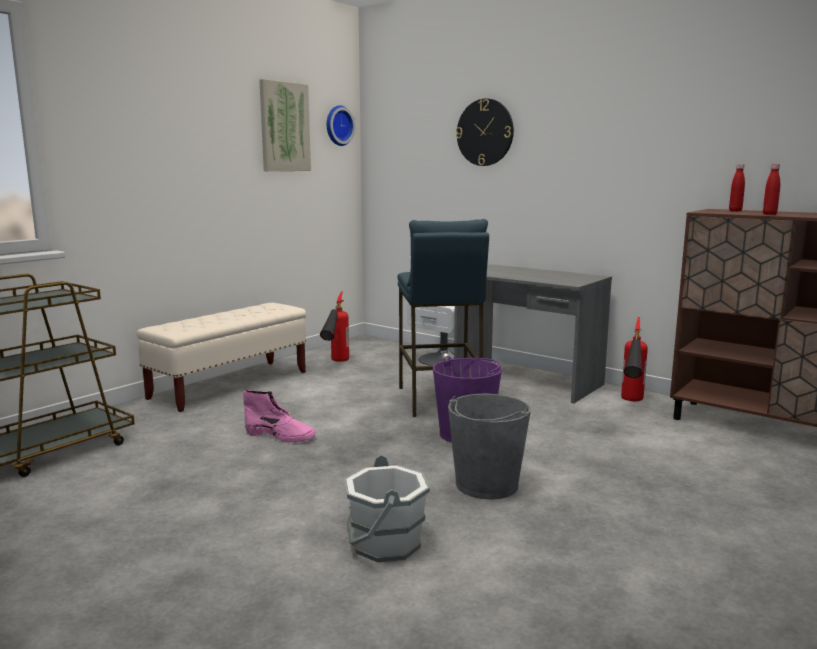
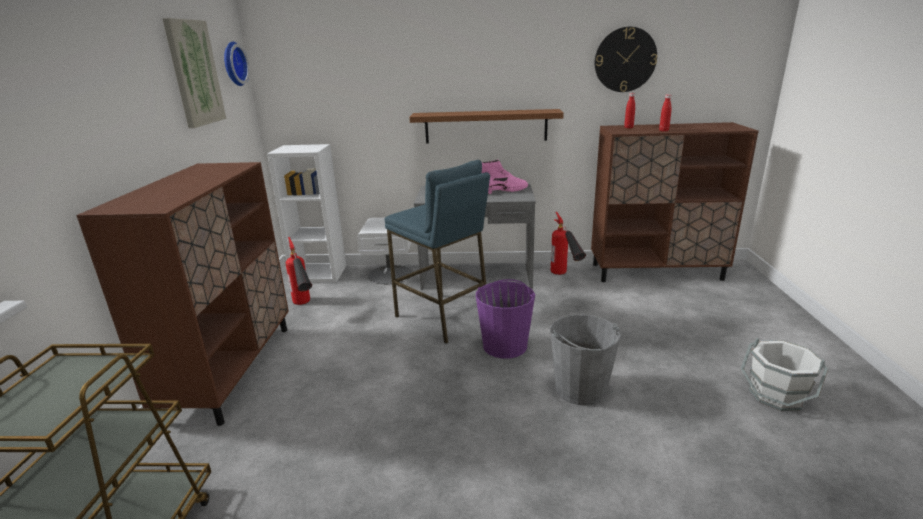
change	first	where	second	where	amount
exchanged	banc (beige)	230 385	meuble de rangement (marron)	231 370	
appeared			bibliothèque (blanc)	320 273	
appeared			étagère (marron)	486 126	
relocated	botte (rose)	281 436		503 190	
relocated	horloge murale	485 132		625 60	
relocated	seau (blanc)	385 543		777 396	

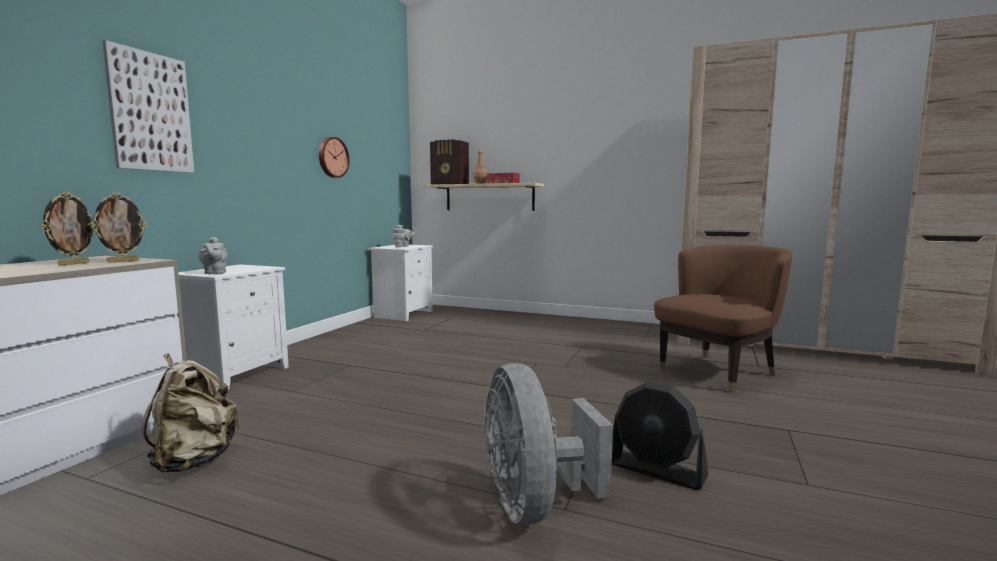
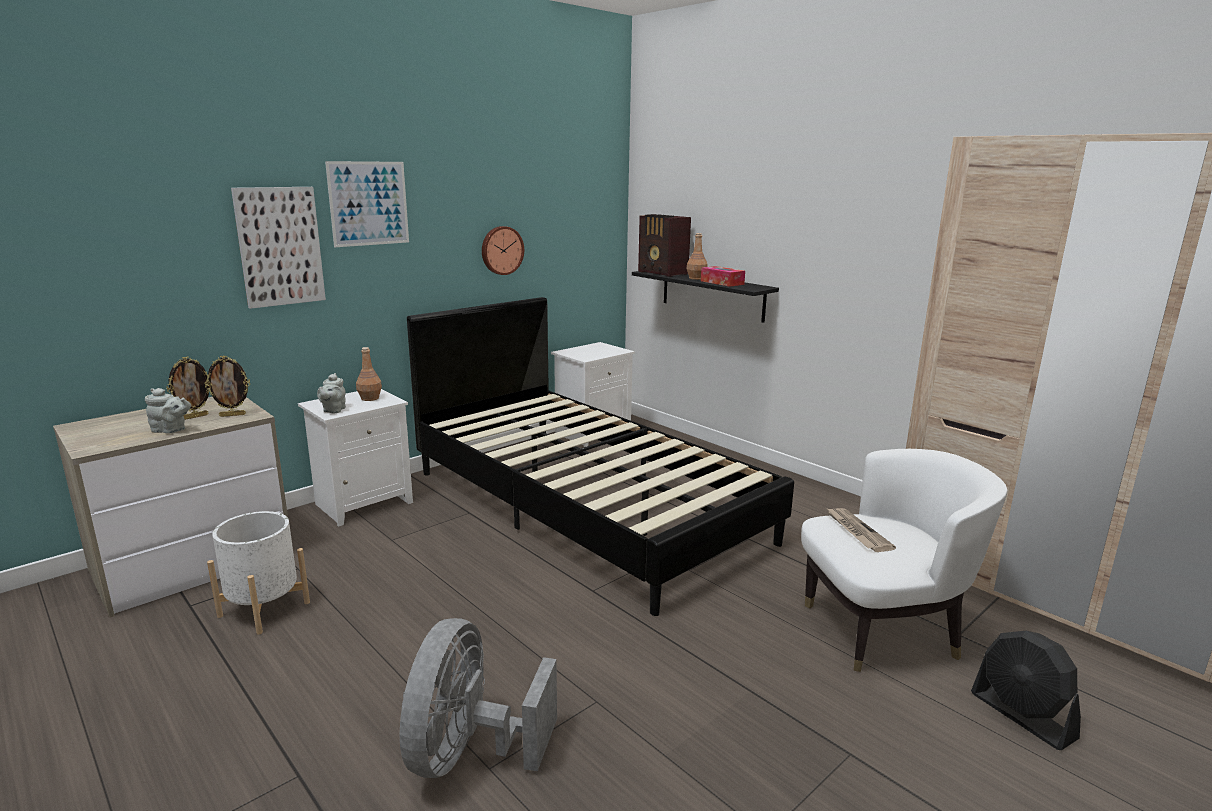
change	first	where	second	where	amount
relocated	théière (gris)	403 246		171 430	
exchanged	sac à dos (beige)	195 460	cache-pot (blanc)	264 609	
appeared			tableau	369 203	
appeared			bouteille (marron)	370 398	
appeared			lit (noir)	585 505	
colour	étagère (beige)	489 197	étagère (noir)	712 294	
colour	fauteuil (marron)	718 371	fauteuil (blanc)	883 630	
appeared			journal	856 531	
relocated	ventilateur (noir)	657 470		1022 716	

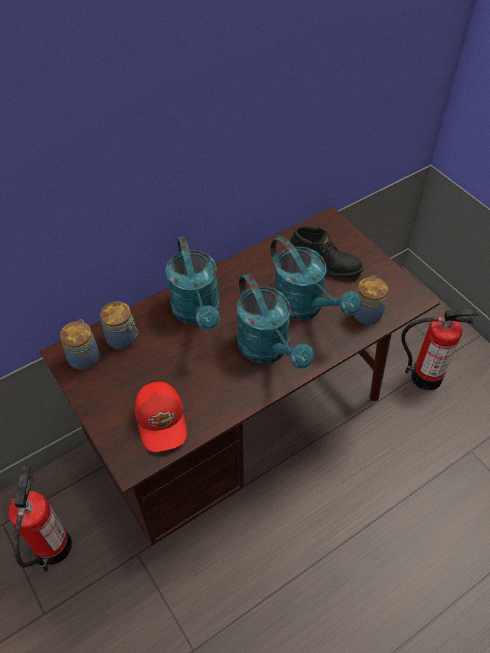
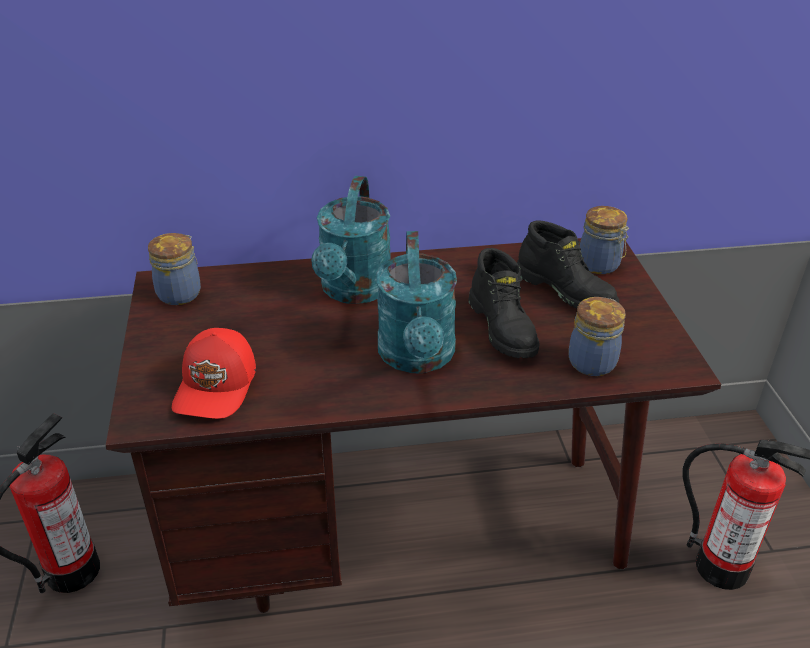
change	first	where	second	where	amount
exchanged	arrosoir (turquoise)	305 307	botte (noir)	504 328	
relocated	bocal	123 339		600 265	

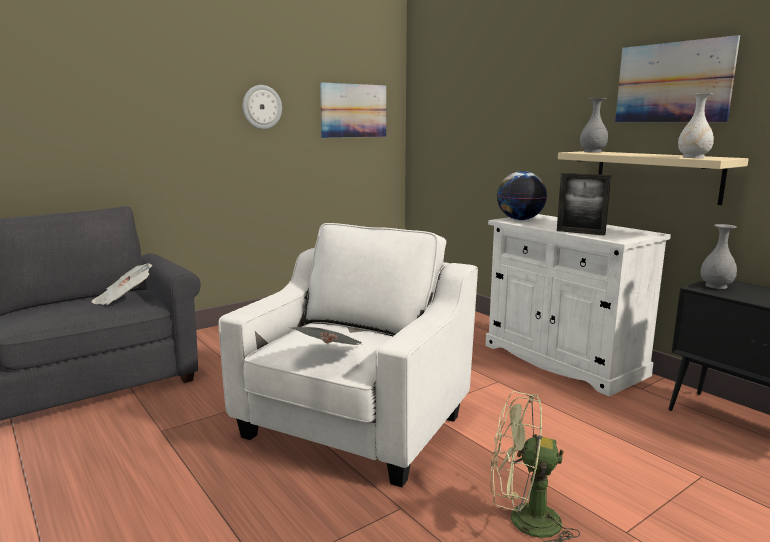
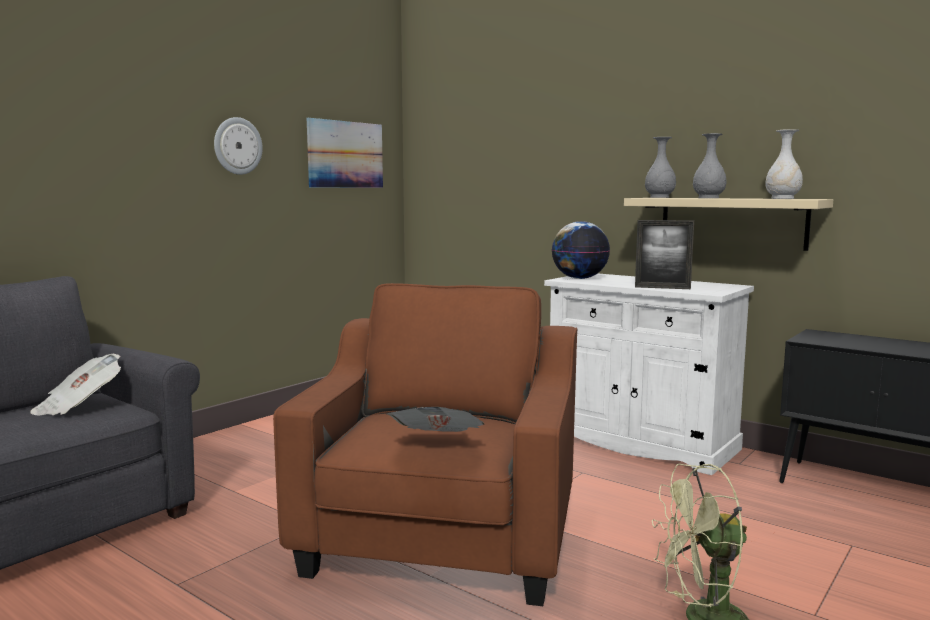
change	first	where	second	where	amount
colour	fauteuil (blanc)	355 426	fauteuil (marron)	442 543	
relocated	vase (gris)	716 286		709 198	
missing	tableau	672 82			

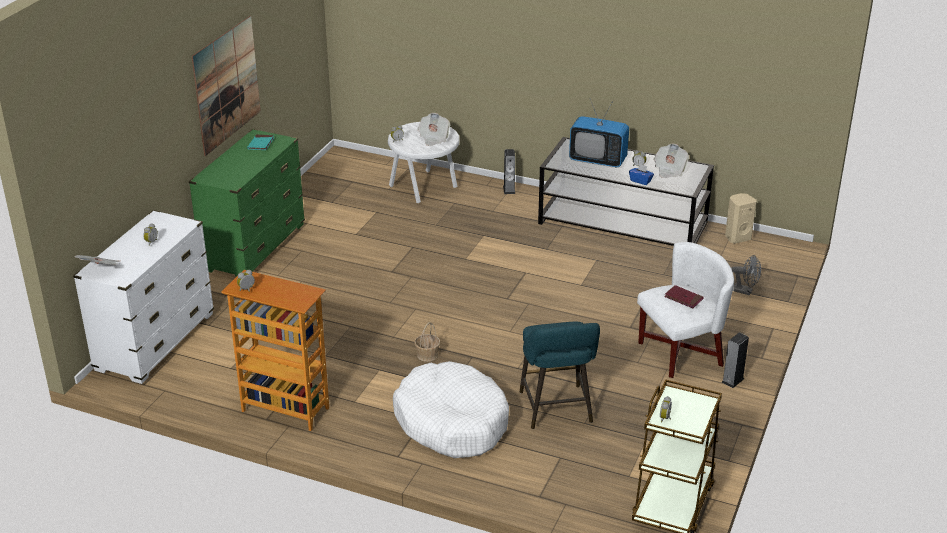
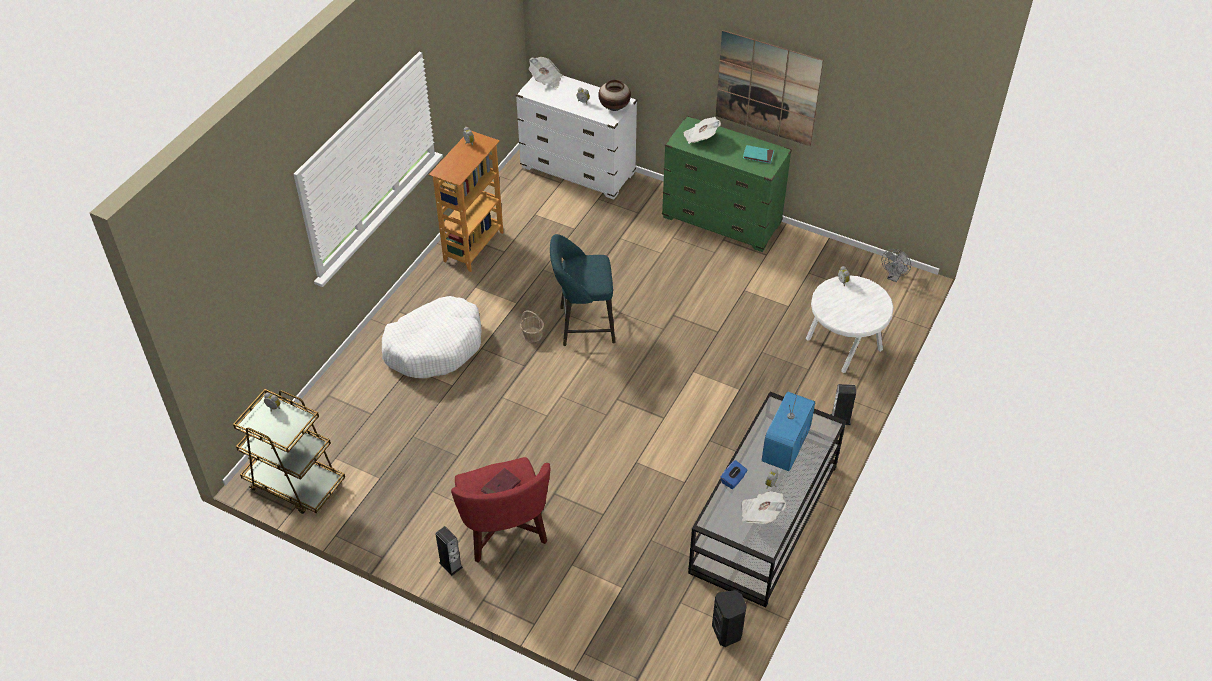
change	first	where	second	where	amount
colour	fauteuil (blanc)	681 353	fauteuil (rouge)	503 529	
relocated	tabouret (turquoise)	556 410		583 325	
appeared			vase	614 107	
relocated	journal	433 138		700 137	
colour	enceinte (beige)	737 237	enceinte (noir)	727 632	
relocated	ventilateur (gris)	745 291		894 277	

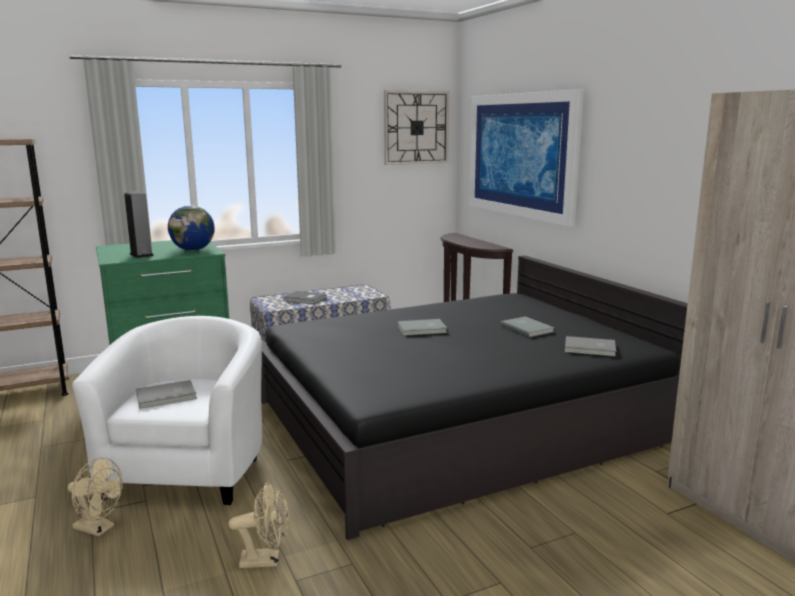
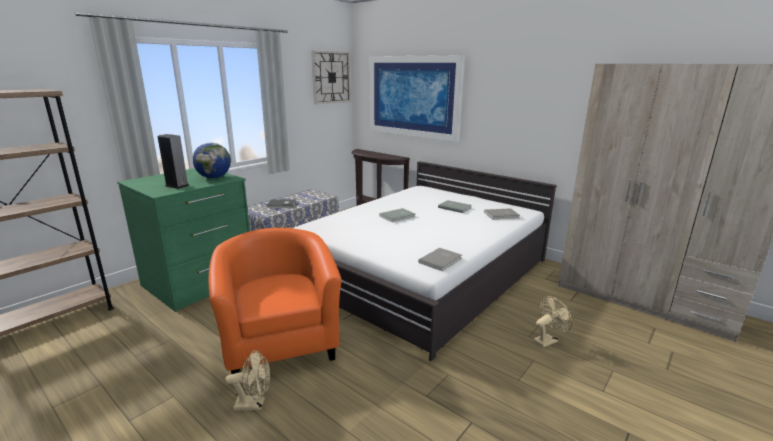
change	first	where	second	where	amount
colour	fauteuil (blanc)	190 469	fauteuil (orange)	280 342	
colour	lit (noir)	459 421	lit (blanc)	423 271	
relocated	livre (gris)	167 396		441 260	
relocated	ventilateur (beige)	266 560		547 340	

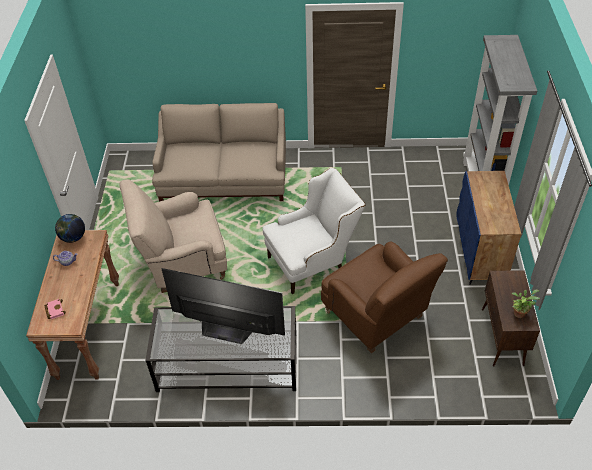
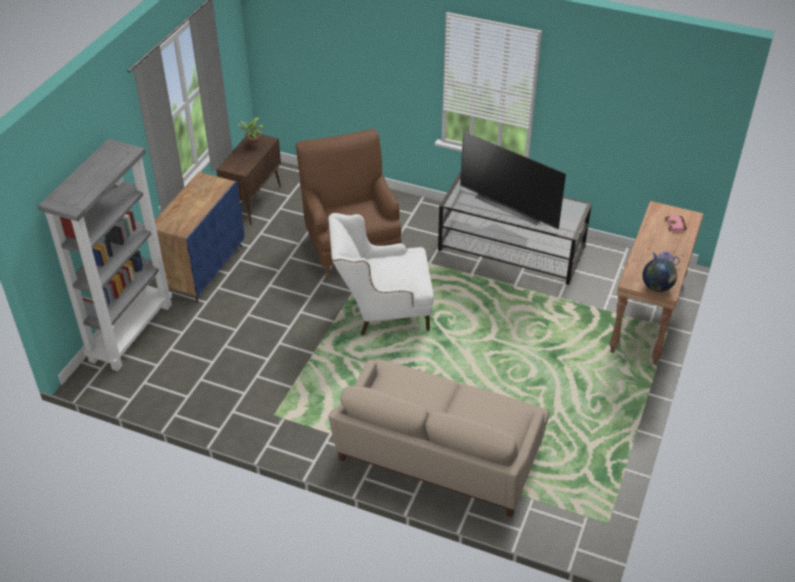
change	first	where	second	where	amount
missing	fauteuil (beige)	183 263			

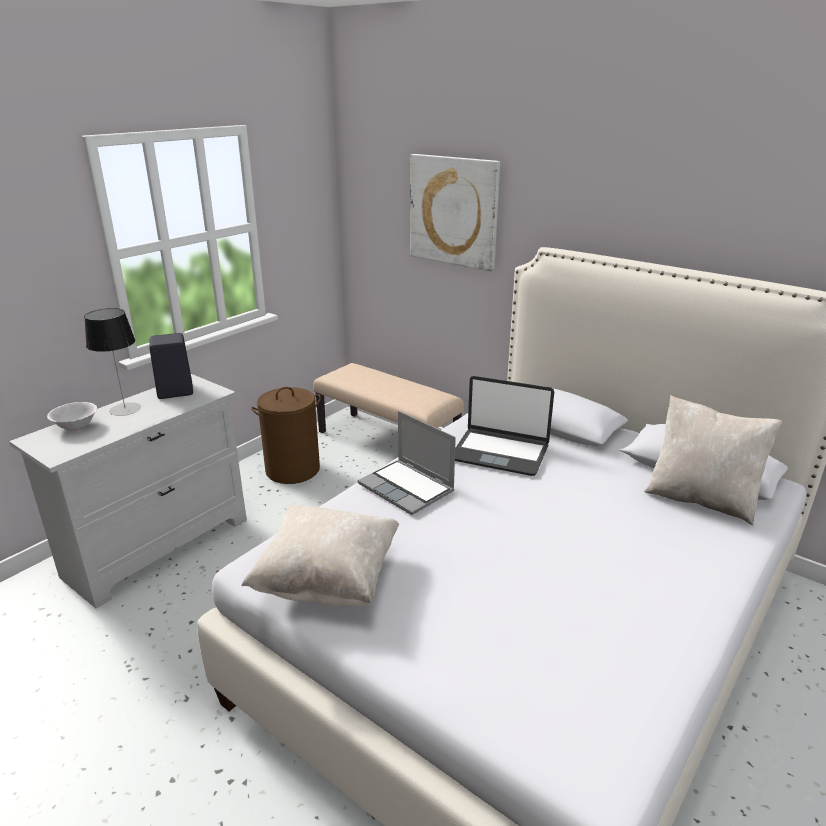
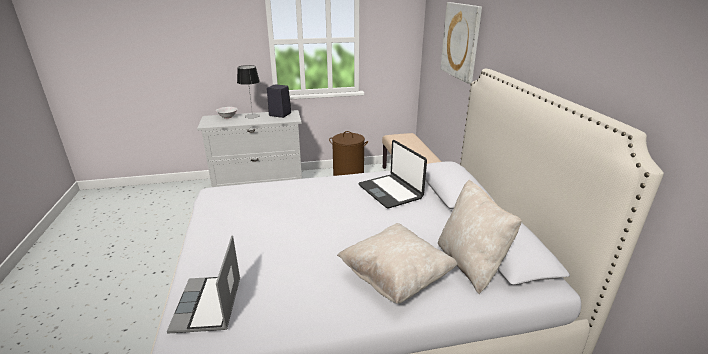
change	first	where	second	where	amount
relocated	ordinateur portable	407 488		208 305	
relocated	coussin (beige)	328 580		396 278	

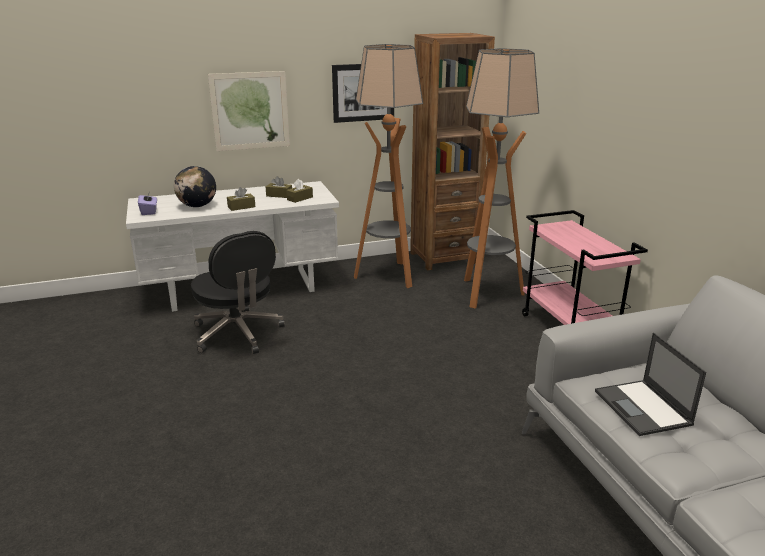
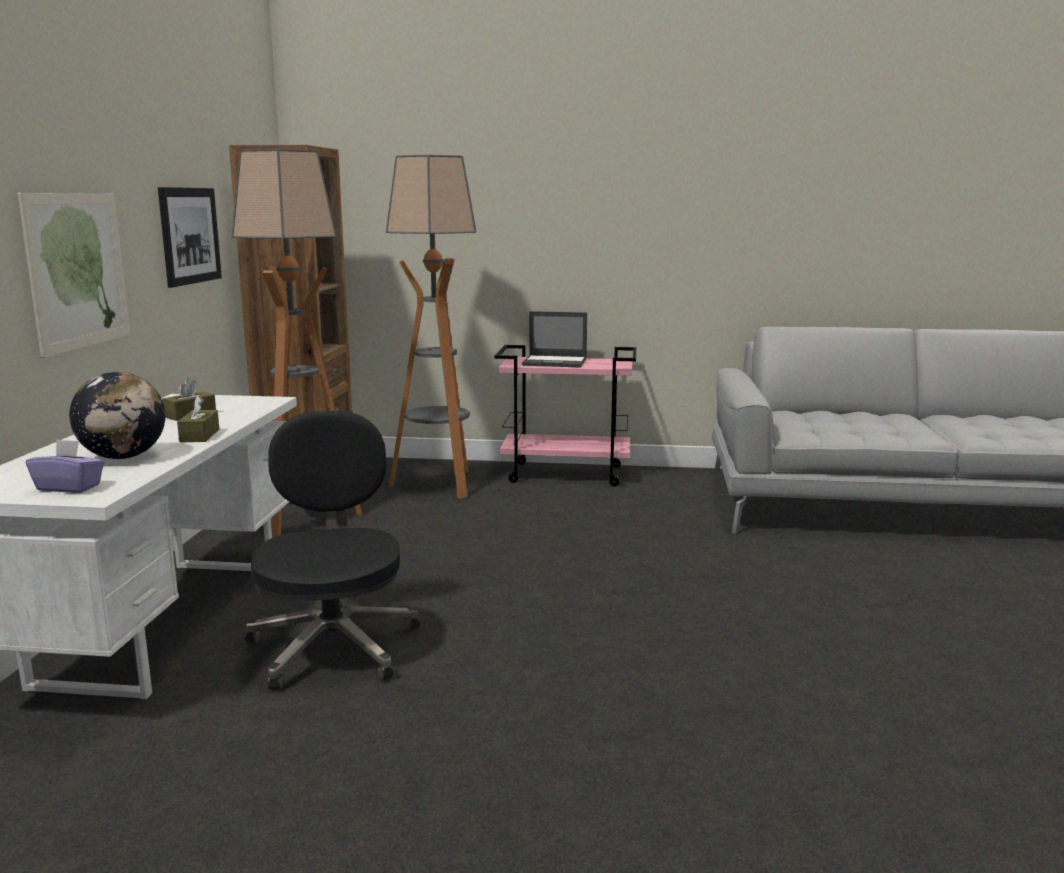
change	first	where	second	where	amount
spun	chaise de bureau (noir)	238 334		333 645	90 degrees counterclockwise
relocated	ordinateur portable	643 408		555 362	
missing	boîte à mouchoirs (marron)	300 198			

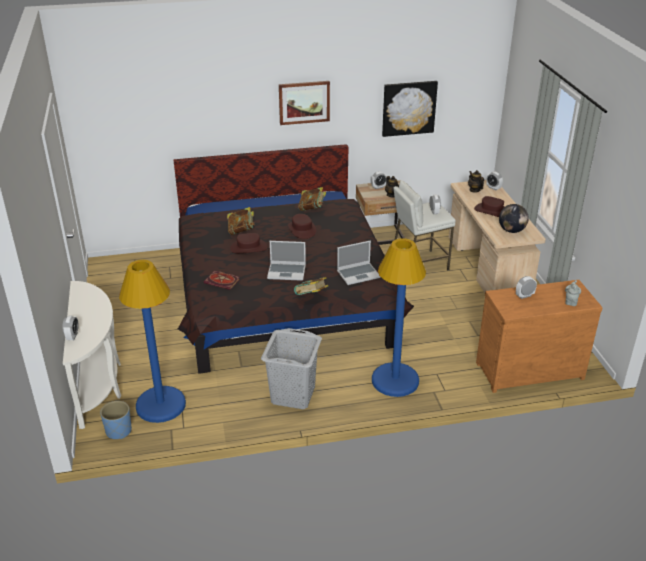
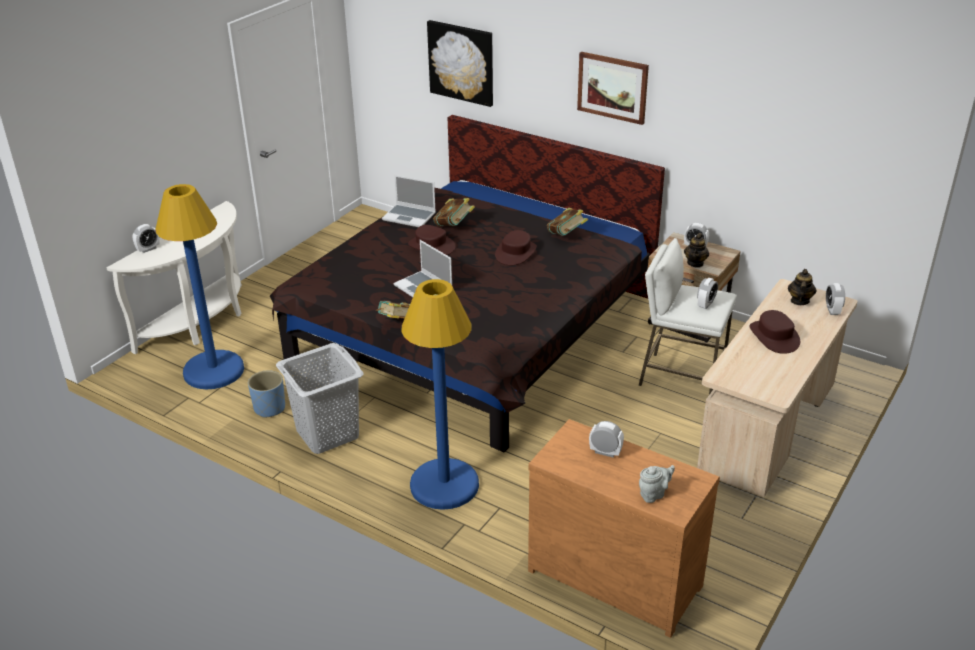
change	first	where	second	where	amount
relocated	cache-pot (bleu)	118 431		269 408	
relocated	ordinateur portable	358 274		410 216	
relocated	tableau	409 108		461 62	
missing	livre	223 281			
missing	globe	511 231			

